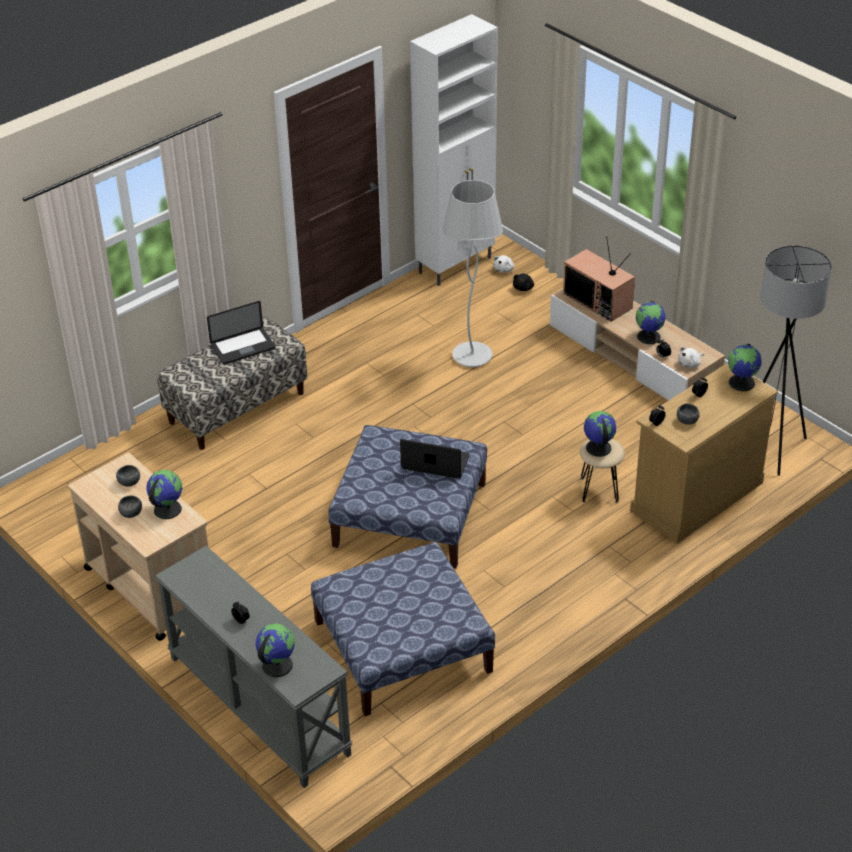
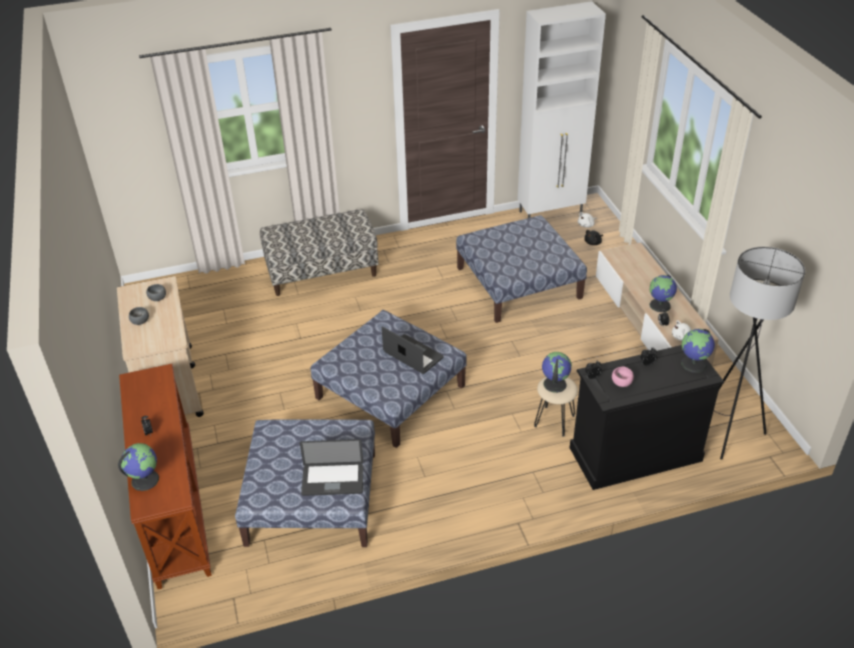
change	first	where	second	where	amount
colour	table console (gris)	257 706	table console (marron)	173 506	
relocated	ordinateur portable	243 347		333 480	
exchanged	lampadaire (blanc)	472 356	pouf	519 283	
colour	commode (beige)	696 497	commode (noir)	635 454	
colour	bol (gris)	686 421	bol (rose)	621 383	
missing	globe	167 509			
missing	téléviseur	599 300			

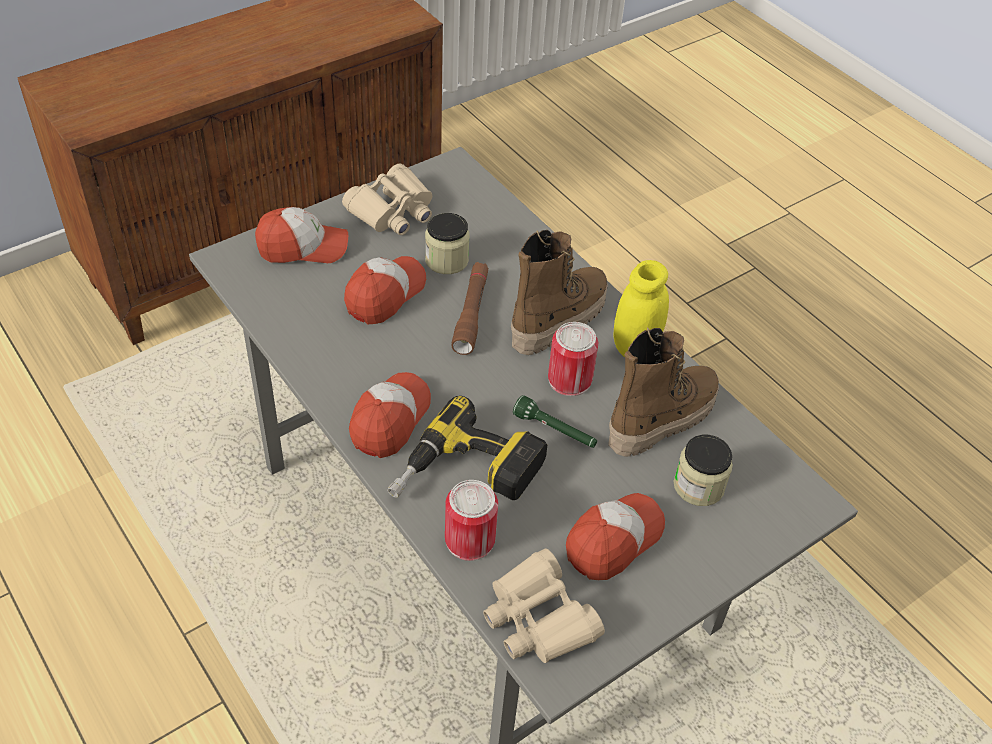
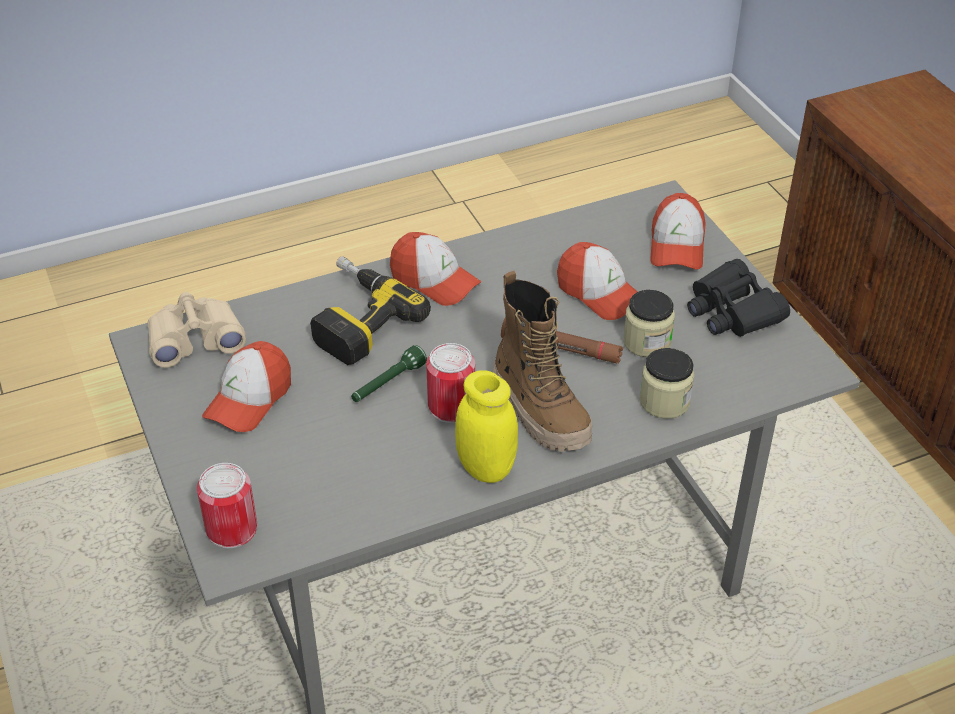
change	first	where	second	where	amount
relocated	boîte métallique	470 540		231 529	
spun	casquette	613 540		249 399	60 degrees clockwise
relocated	bocal	698 486		664 401	
colour	jumelles (beige)	392 211	jumelles (noir)	732 311	
missing	botte	661 419			

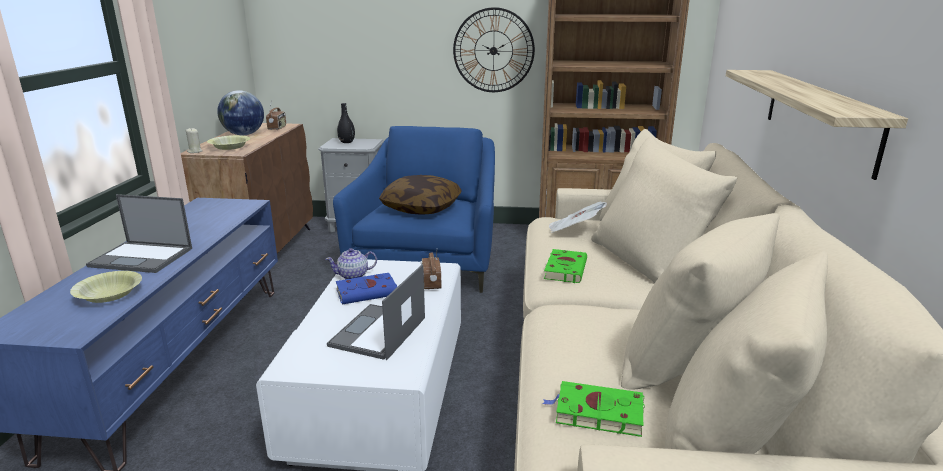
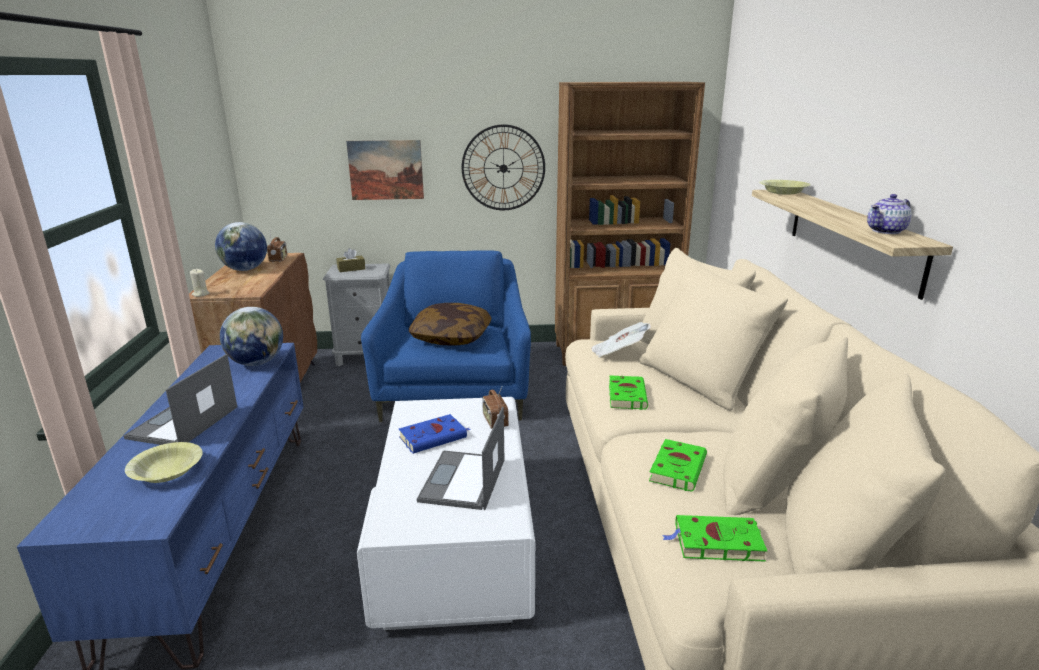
change	first	where	second	where	amount
spun	ordinateur portable	143 257		183 423	105 degrees clockwise
appeared			globe	257 363	
exchanged	vase (noir)	346 142	boîte à mouchoirs (marron)	351 269	
appeared			tableau	386 170	
appeared			livre (vert)	678 468	
relocated	bol (jaune)	230 147		783 192	
relocated	théière	353 276		886 231	

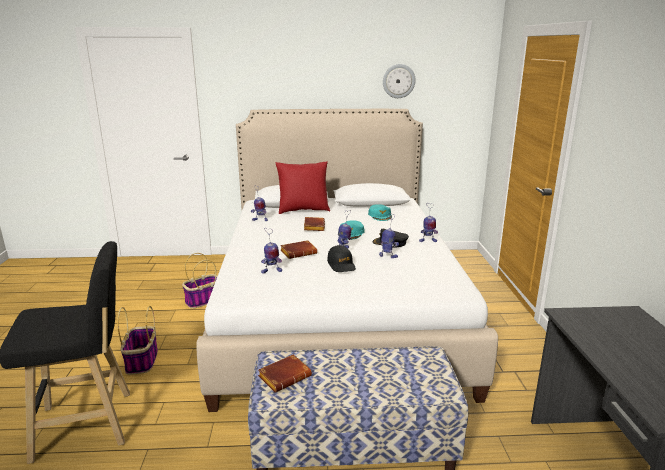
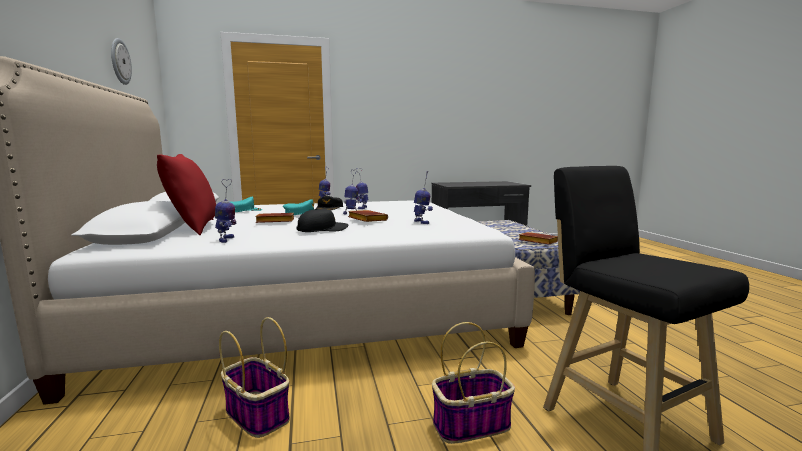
change	first	where	second	where	amount
relocated	casquette (noir)	341 265		322 229	

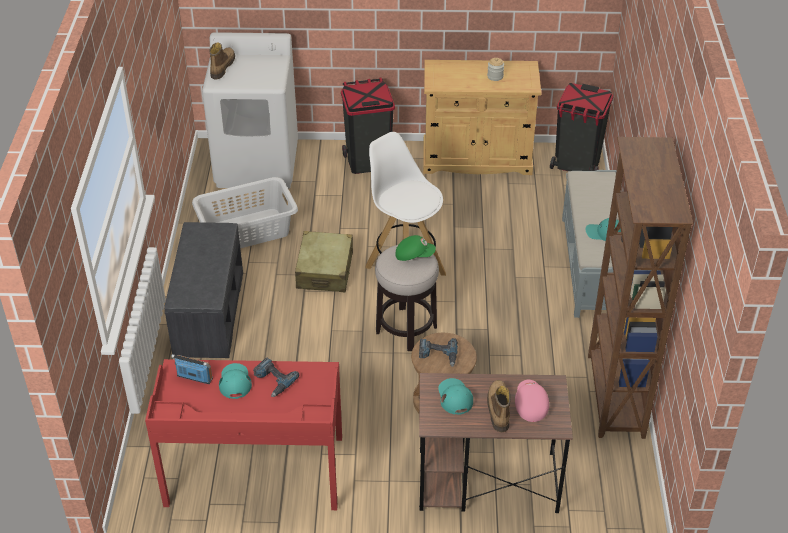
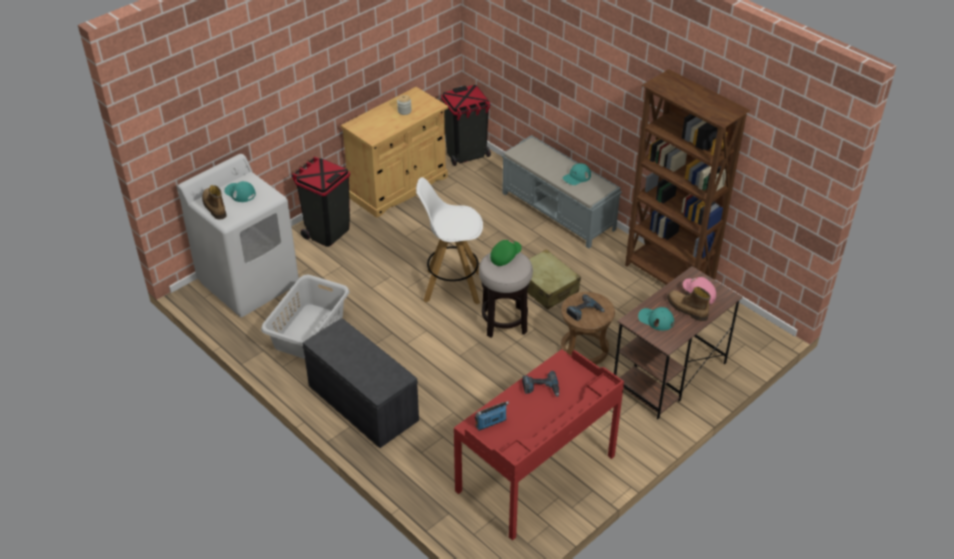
change	first	where	second	where	amount
relocated	casquette (turquoise)	235 382		240 193	
relocated	valise (beige)	325 270		546 287	

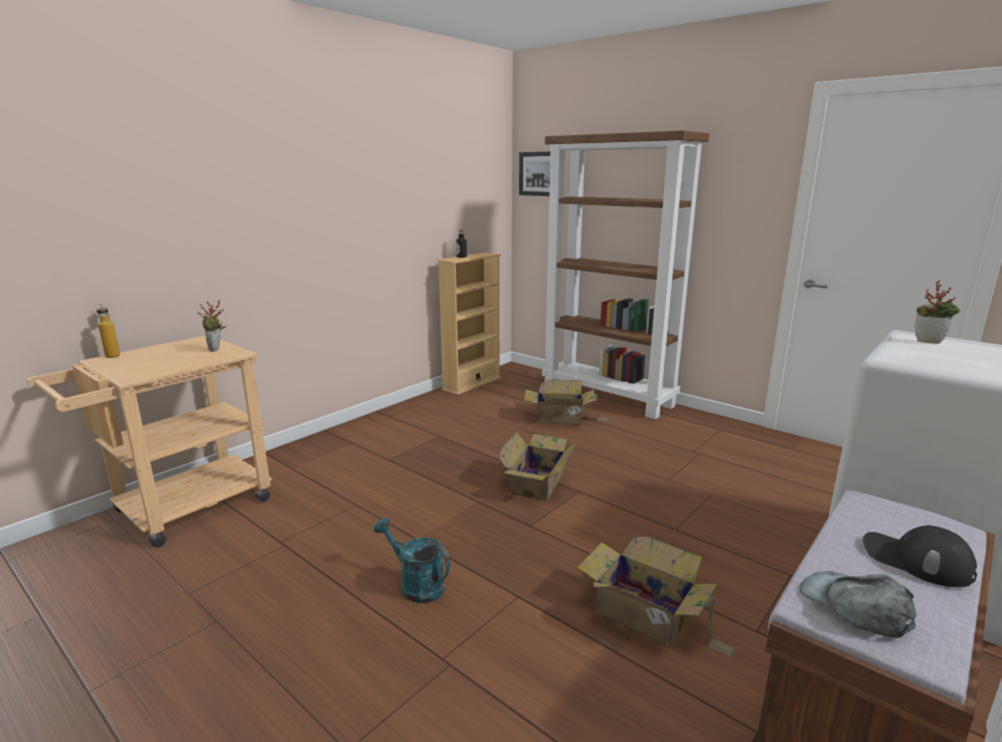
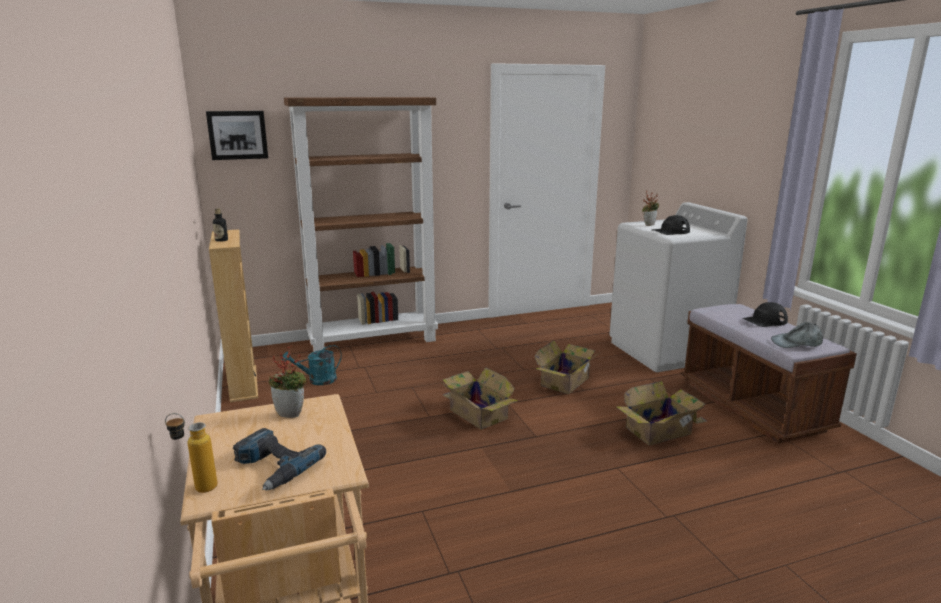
change	first	where	second	where	amount
appeared			perceuse	272 467	
relocated	arrosoir (turquoise)	416 584		317 380	
relocated	carton	561 418		566 381	
appeared			casquette (noir)	670 231	

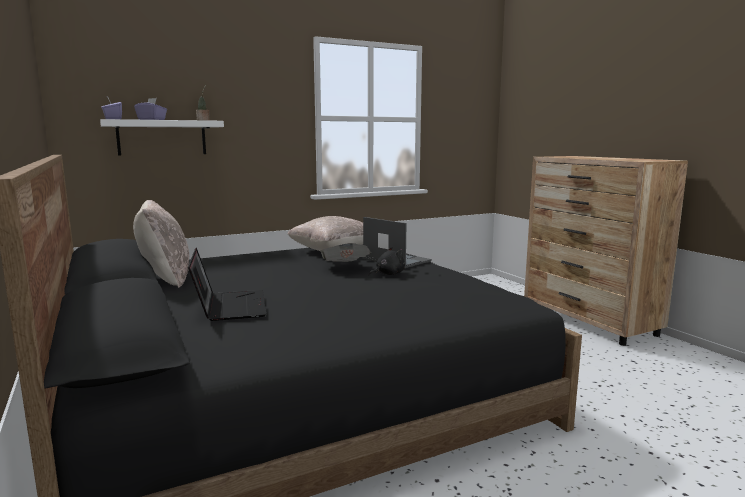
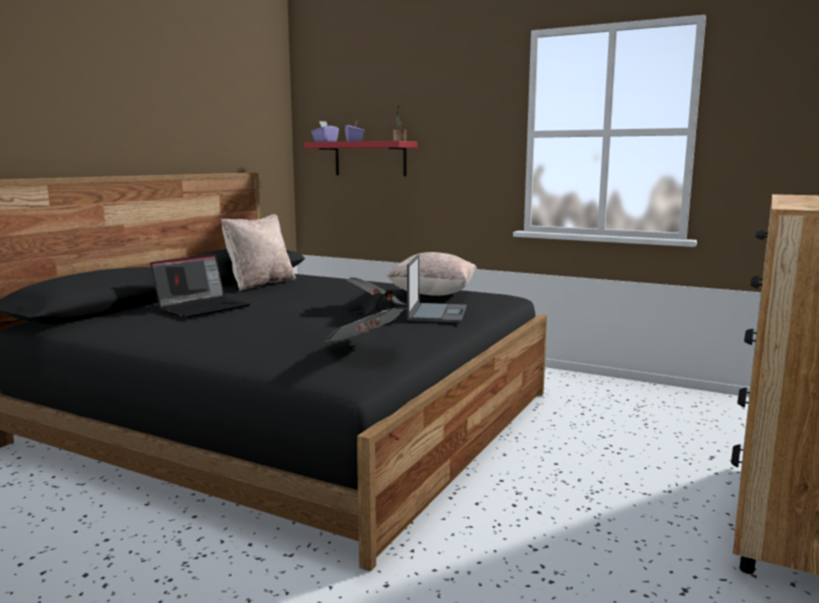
change	first	where	second	where	amount
colour	étagère (blanc)	162 138	étagère (rouge)	370 159	
appeared			journal	363 346	

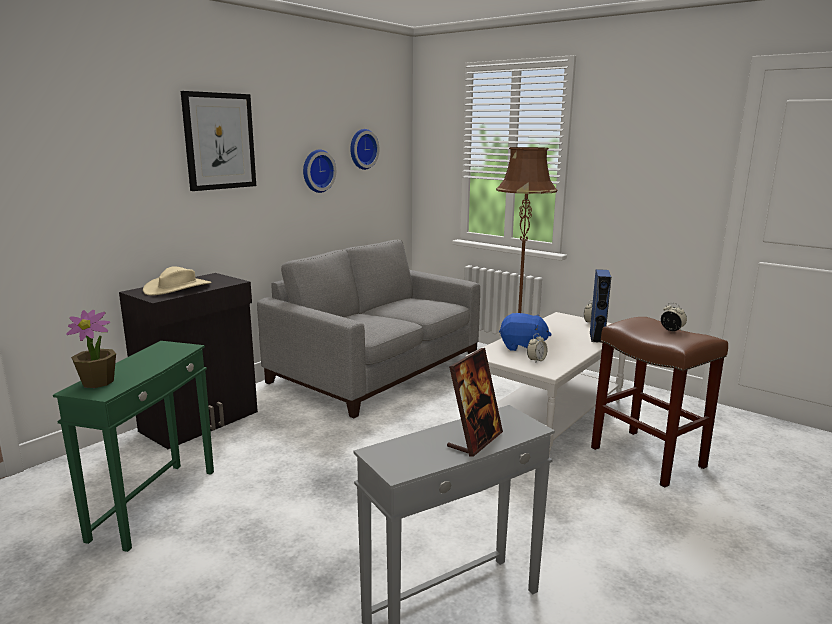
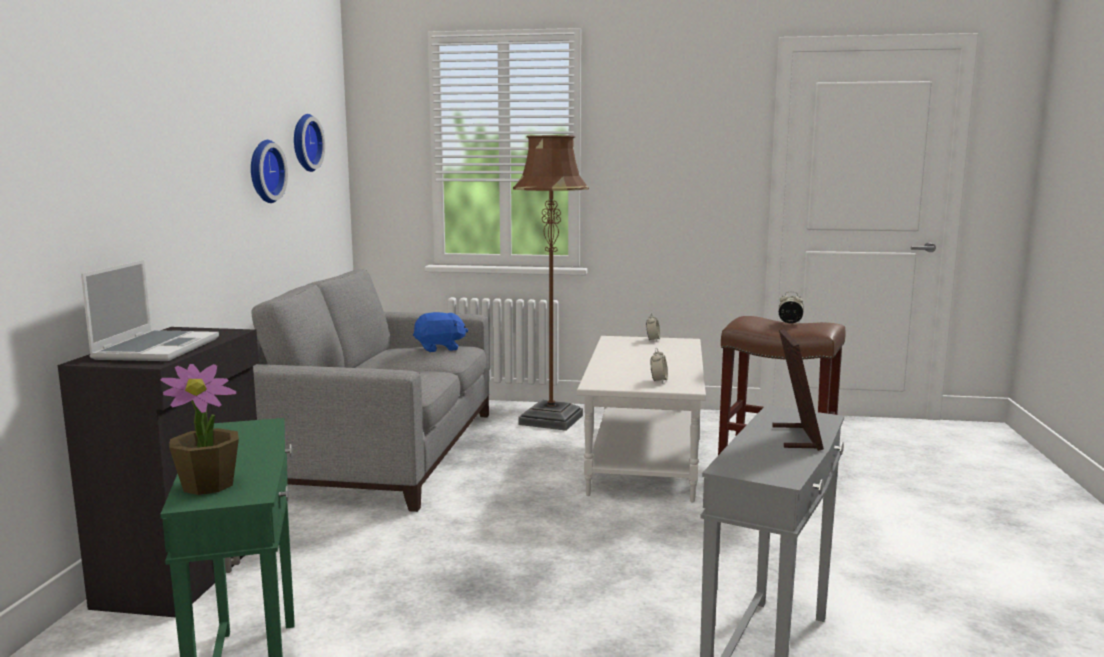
change	first	where	second	where	amount
exchanged	chapeau (beige)	178 288	ordinateur portable	156 348	
relocated	peluche (bleu)	522 347		439 348	
missing	tableau	219 141			
missing	enceinte (bleu)	597 337			

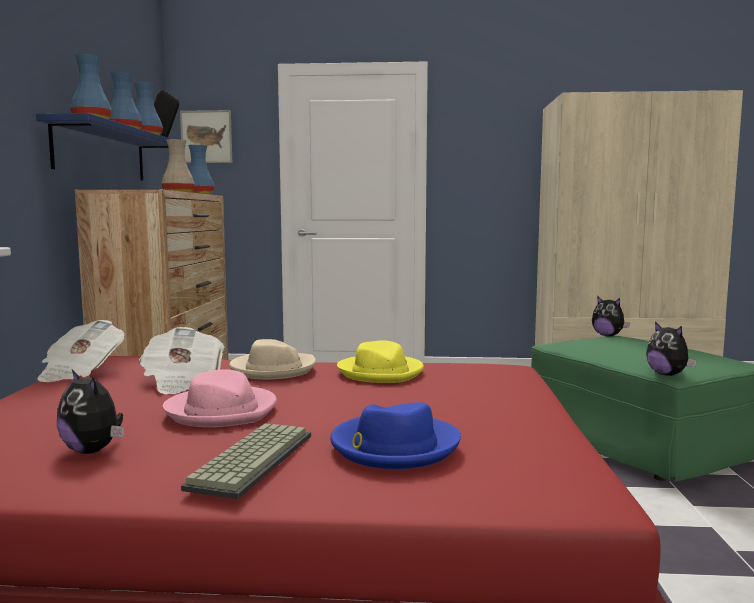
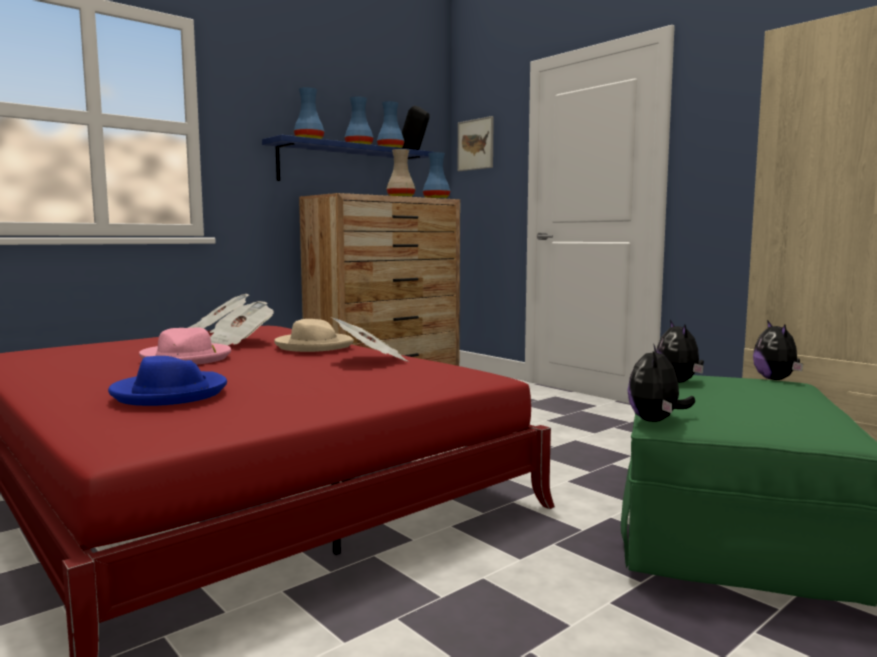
change	first	where	second	where	amount
exchanged	chapeau (jaune)	381 372	journal	371 360	
relocated	peluche	93 450		679 382	
missing	clavier	251 459			

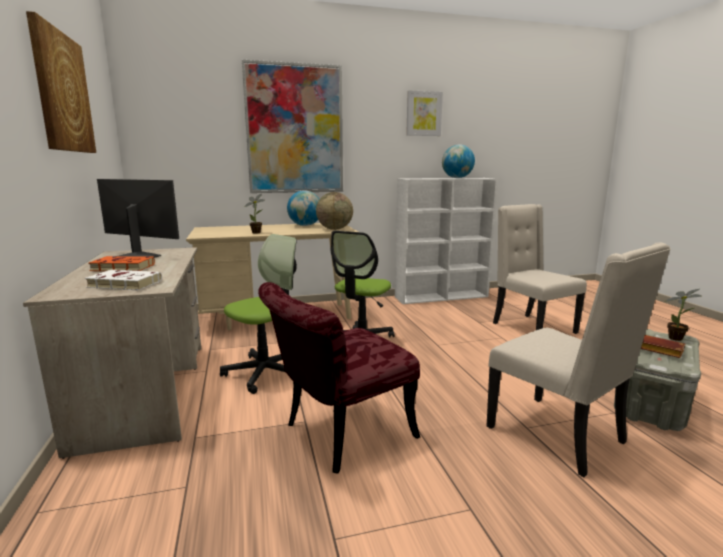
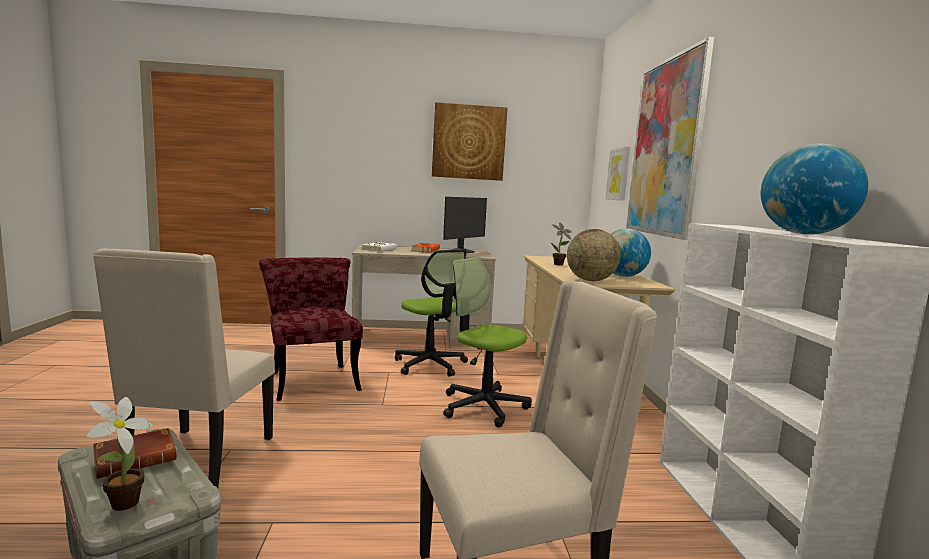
change	first	where	second	where	amount
spun	chaise (beige)	558 435		198 461	60 degrees counterclockwise
relocated	tableau	423 114		618 174	

